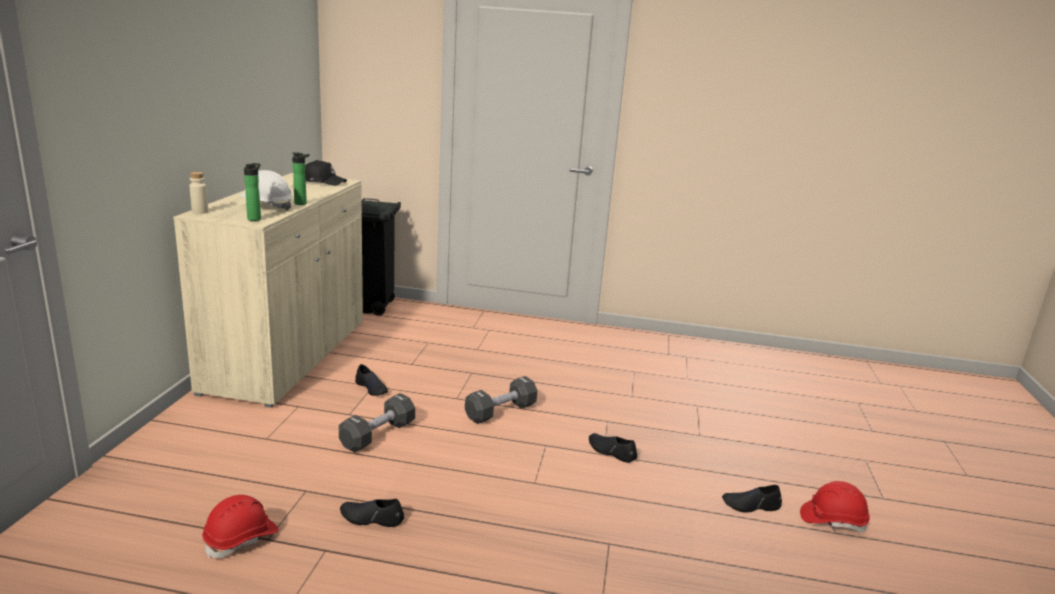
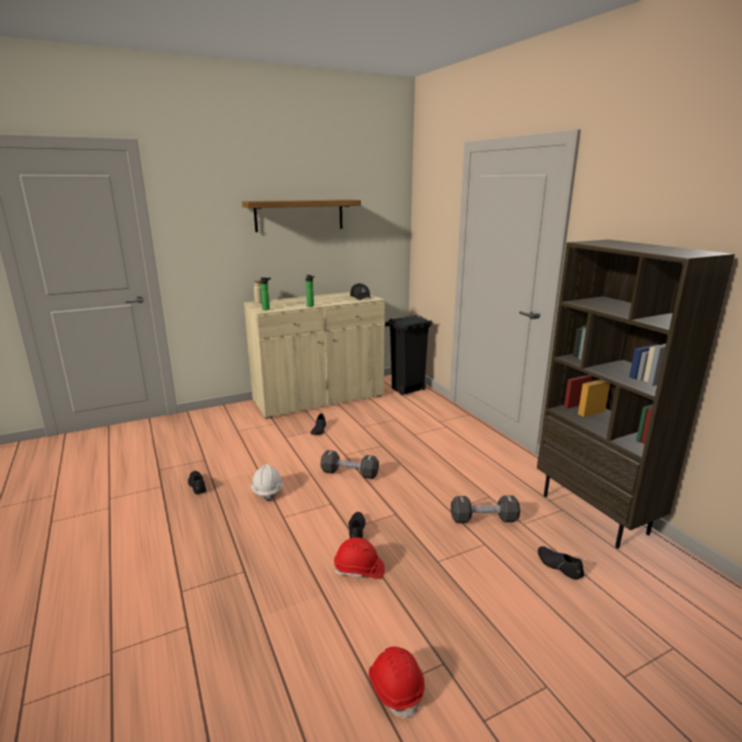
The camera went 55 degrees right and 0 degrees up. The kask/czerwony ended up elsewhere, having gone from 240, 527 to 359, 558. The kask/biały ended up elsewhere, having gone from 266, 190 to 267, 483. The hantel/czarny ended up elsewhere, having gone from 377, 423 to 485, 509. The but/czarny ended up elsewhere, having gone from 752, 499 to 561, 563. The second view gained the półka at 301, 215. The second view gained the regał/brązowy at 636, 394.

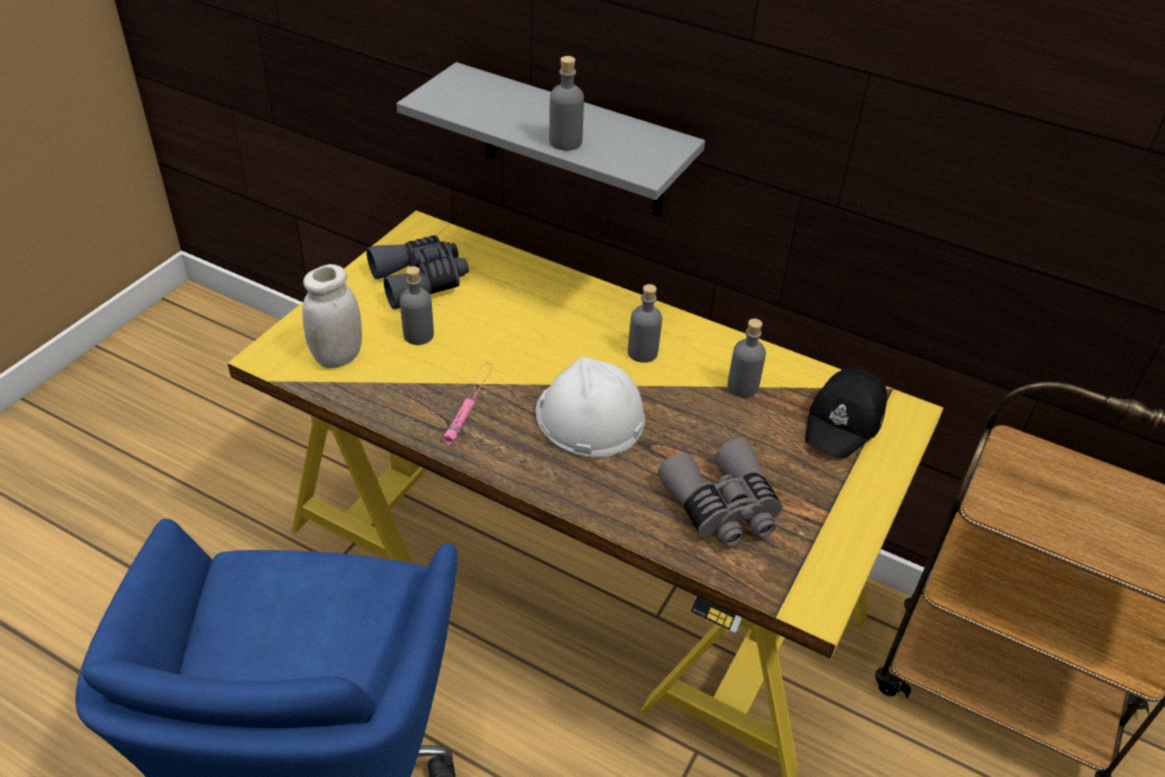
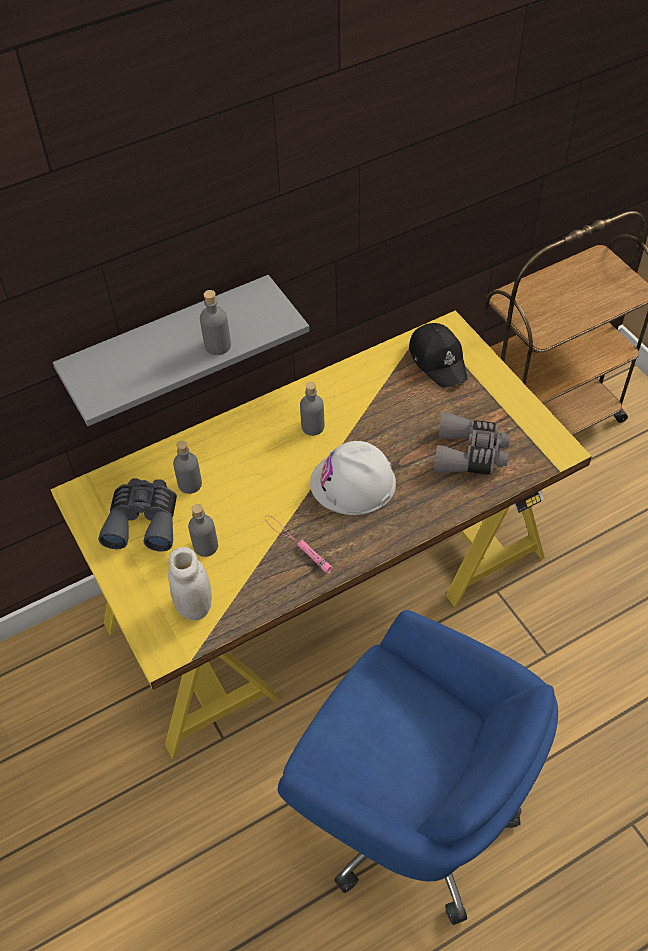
The camera went 55 degrees left and 10 degrees up. The butelka/szary ended up elsewhere, having gone from 746, 358 to 187, 467.

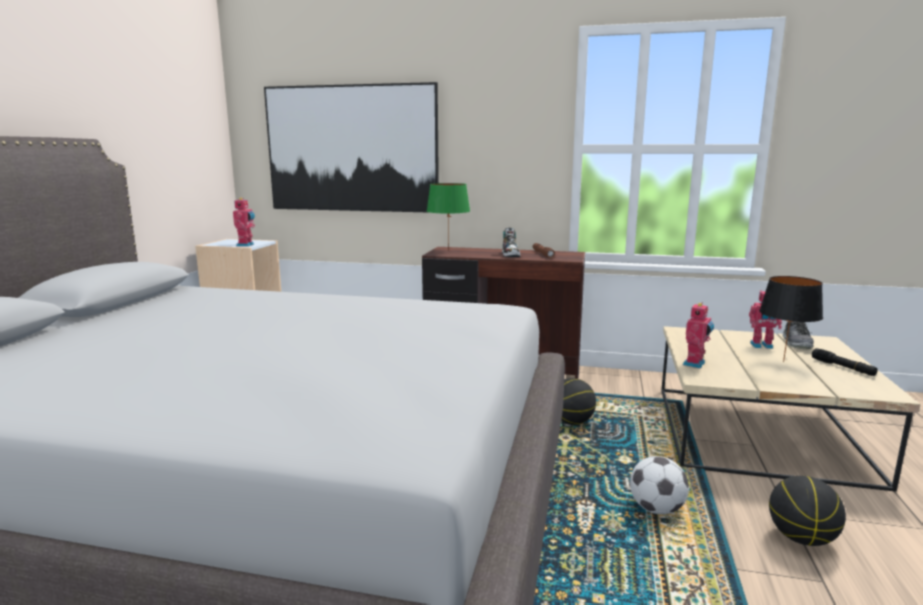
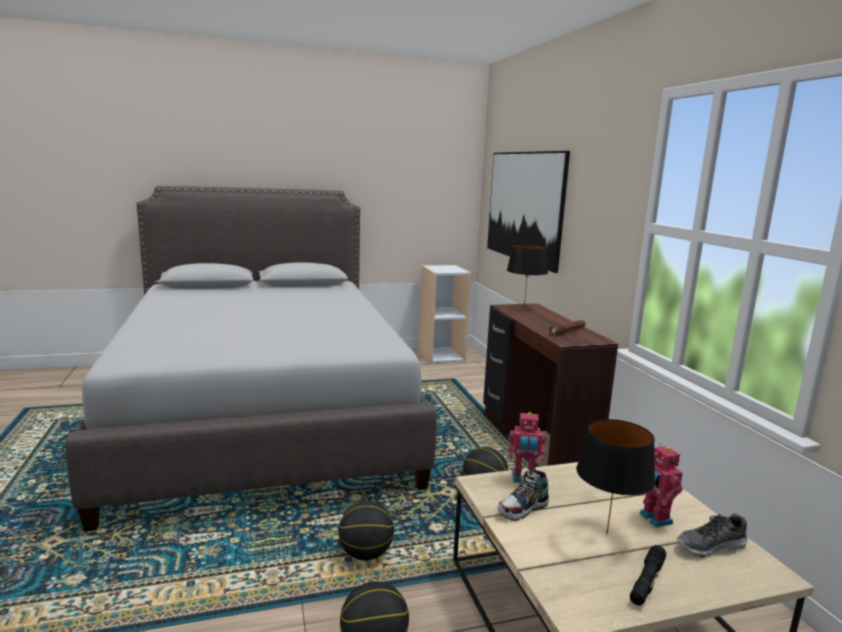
The camera went 60 degrees right and 0 degrees up. The second view lost the robot zabawkowy at 244, 222. What was the lampa stołowa/zielony at 448, 217 turned into the lampa stołowa/czarny at 527, 276. The but ended up elsewhere, having gone from 511, 242 to 523, 494. Where the piłka futbolowa stood at 659, 485, the piłka do koszykówki came to stand at 366, 531.

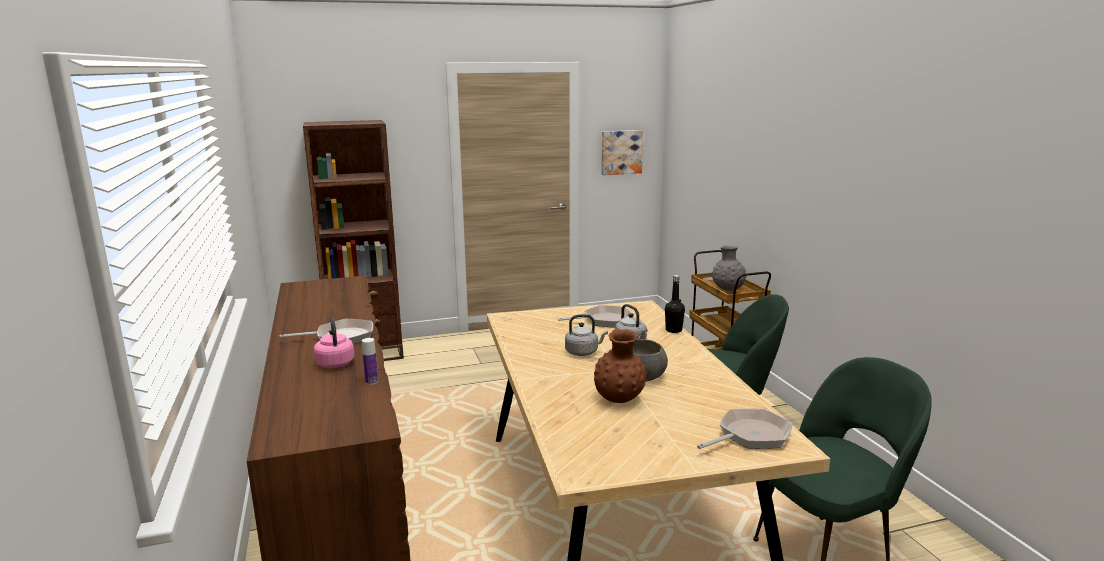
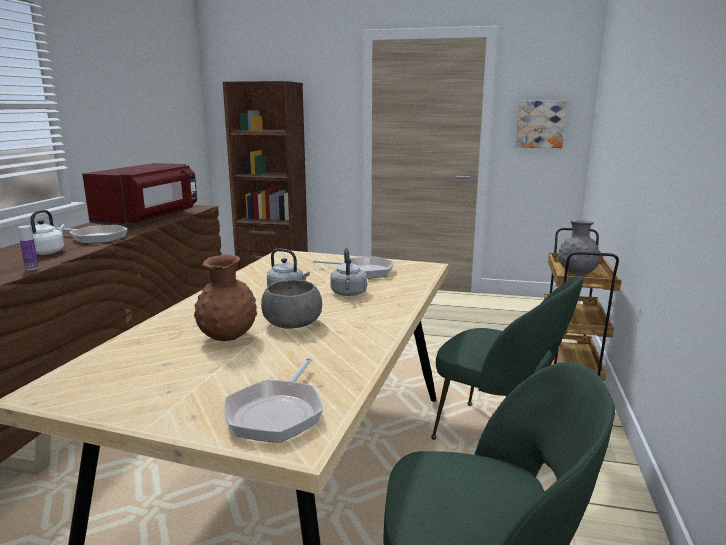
The camera went 30 degrees right and 0 degrees up. What was the czajnik/różowy at 334, 343 turned into the czajnik/biały at 47, 232. The second view lost the butelka/czarny at 675, 304. The patelnia at 744, 429 ended up facing another way, 105 degrees clockwise from before. The second view gained the mikrofalówka/czerwony at 139, 195.

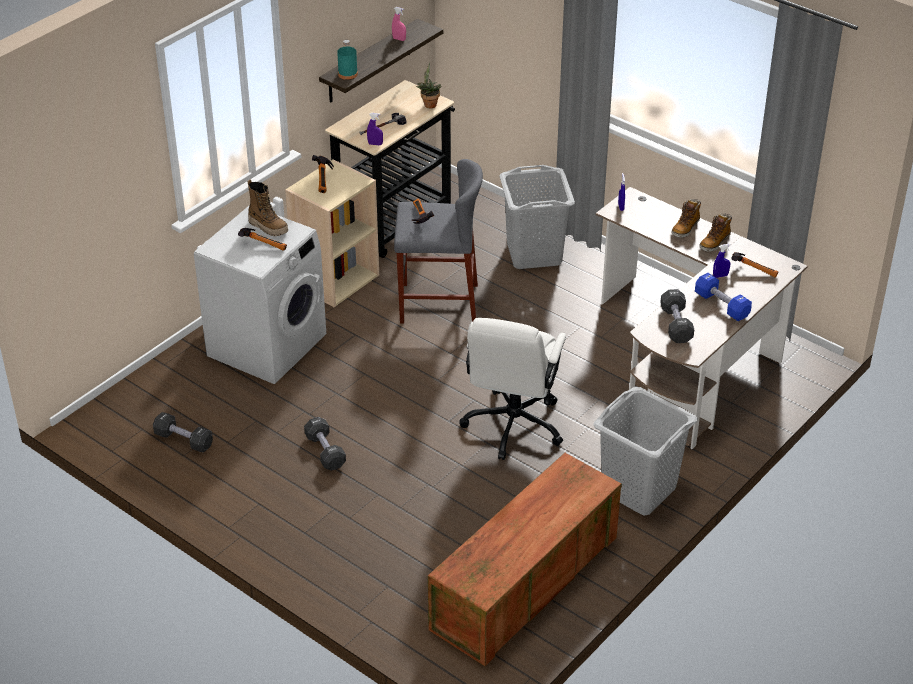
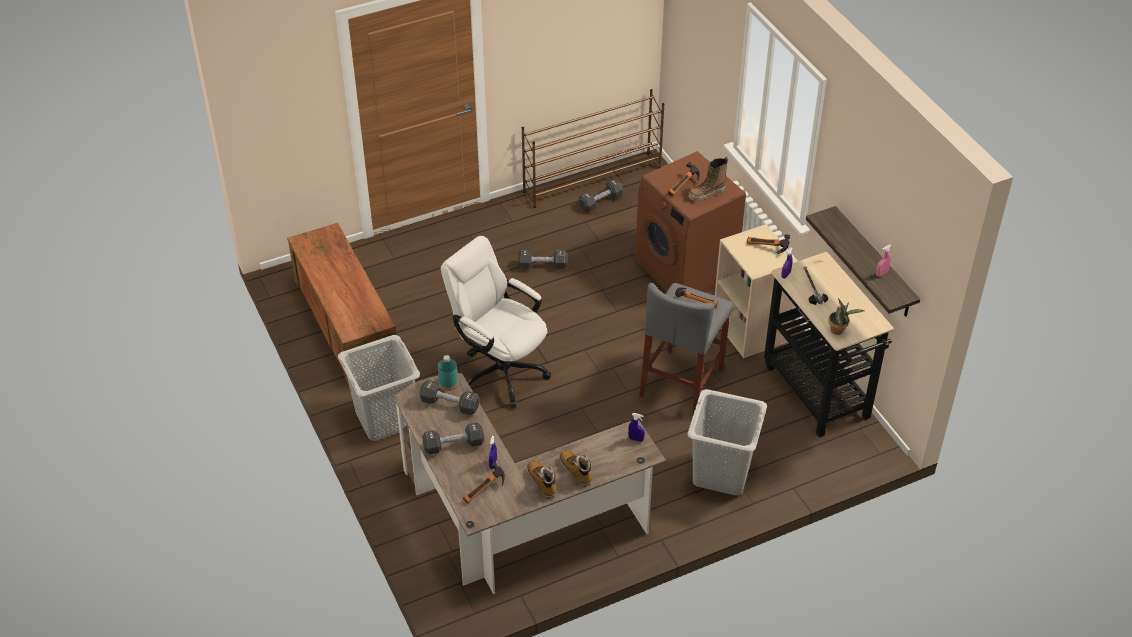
The camera went 115 degrees right and 5 degrees up. What was the pralka/biały at 260, 294 turned into the pralka/brązowy at 690, 222. The butelka/turkusowy ended up elsewhere, having gone from 347, 60 to 448, 373. What was the hantel/niebieski at 723, 297 turned into the hantel/czarny at 453, 439. The second view gained the regał na buty/brązowy at 593, 148.

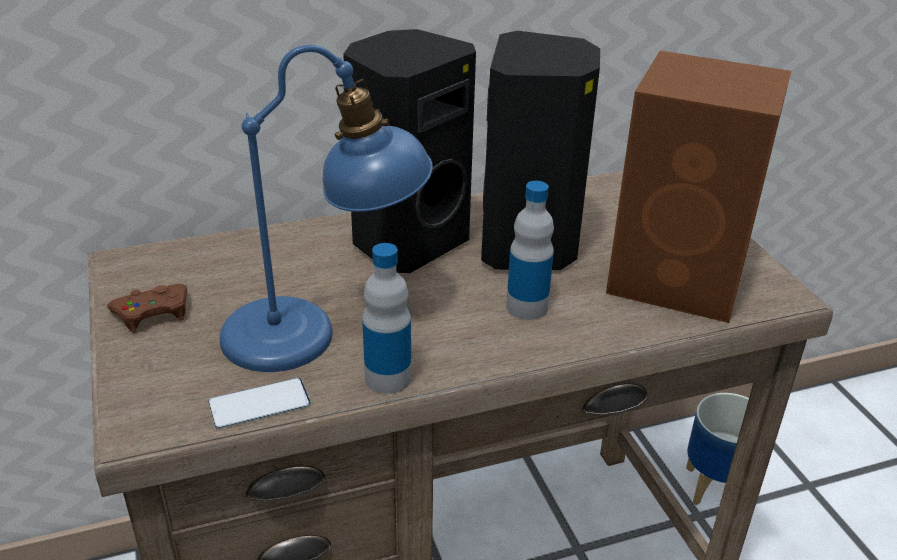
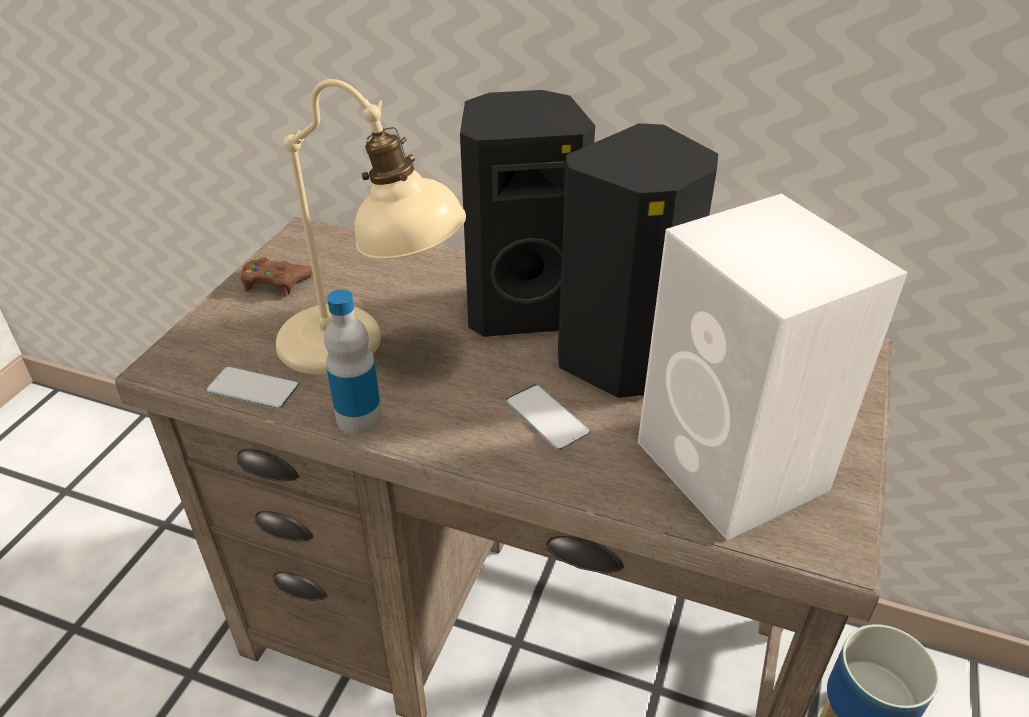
The camera went 40 degrees right and 5 degrees up. What was the lampa stołowa/niebieski at 326, 208 turned into the lampa stołowa/beżowy at 371, 226. Where the butelka stood at 530, 250, the telefon came to stand at 548, 417. What was the głośnik/brązowy at 698, 187 turned into the głośnik/biały at 773, 367.

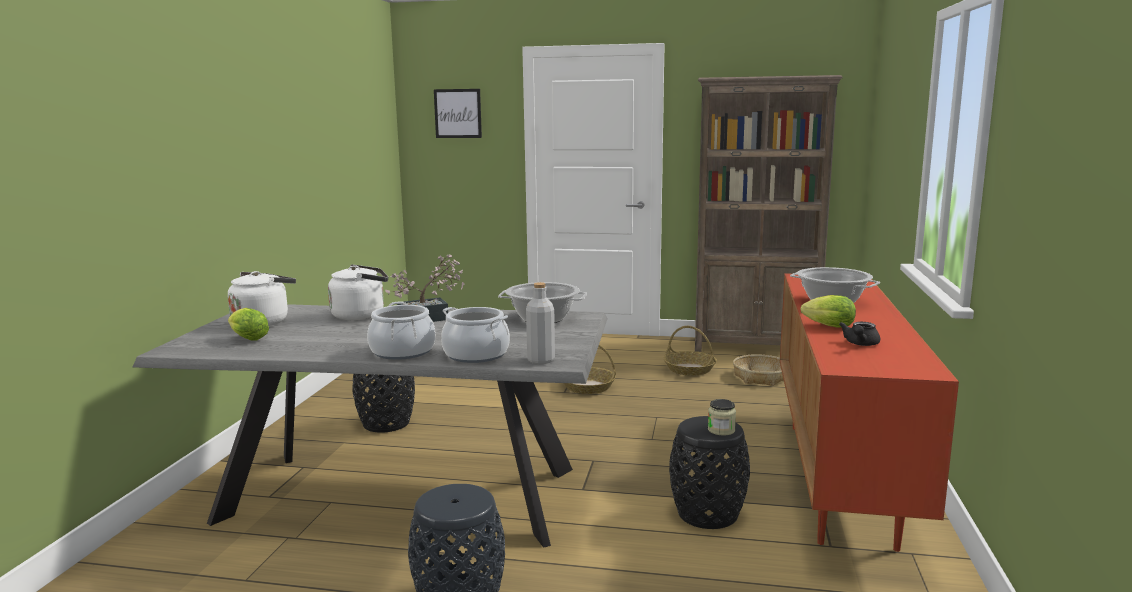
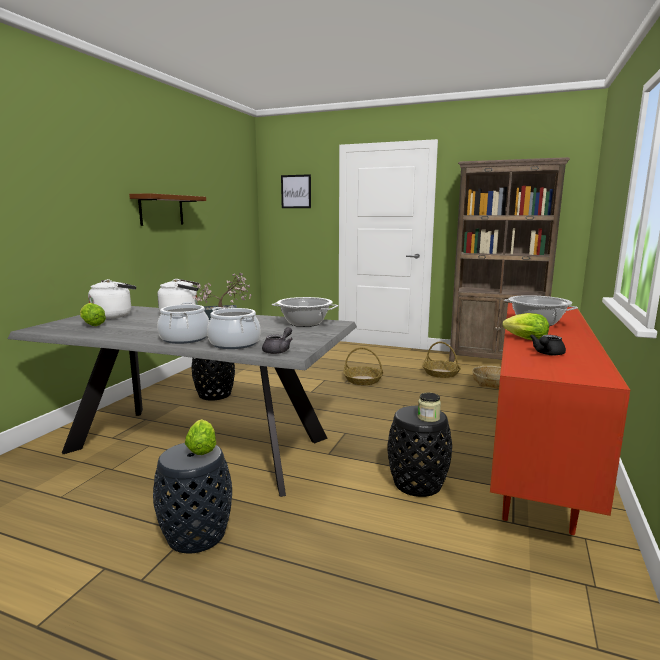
The camera went 10 degrees right and 0 degrees up. Where the butelka/szary stood at 540, 323, the imbryk/szary came to stand at 277, 340. The second view gained the półka/brązowy at 167, 209. The second view gained the sałata at 200, 437.

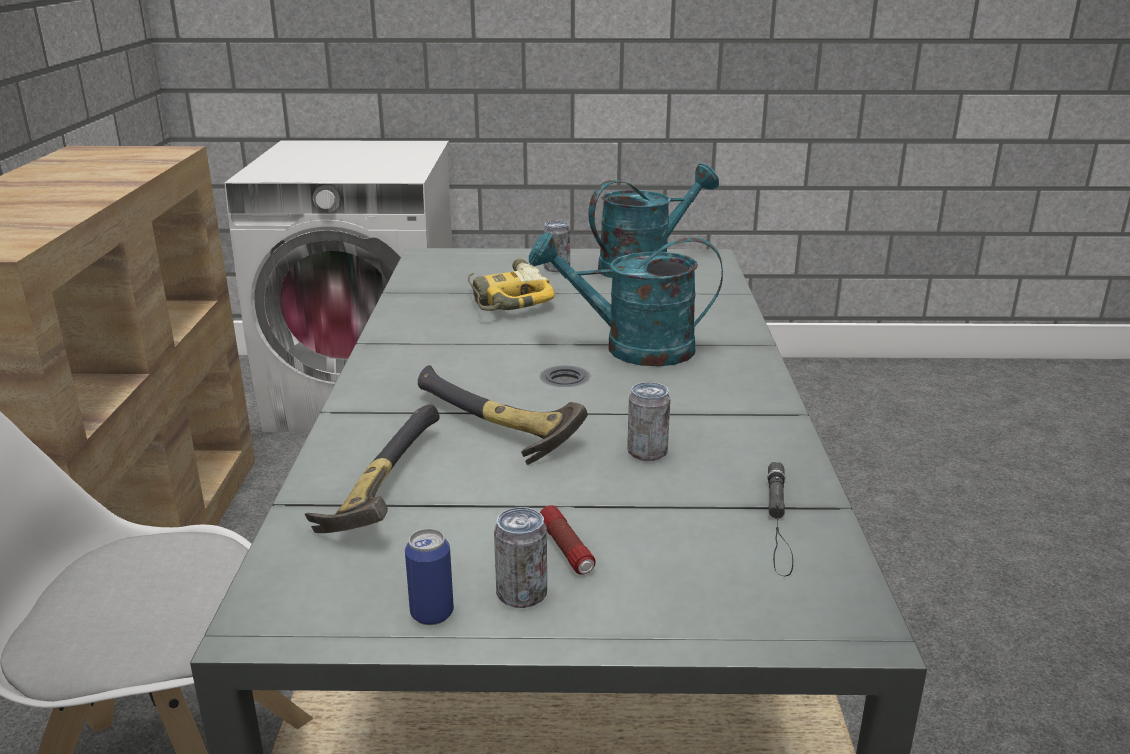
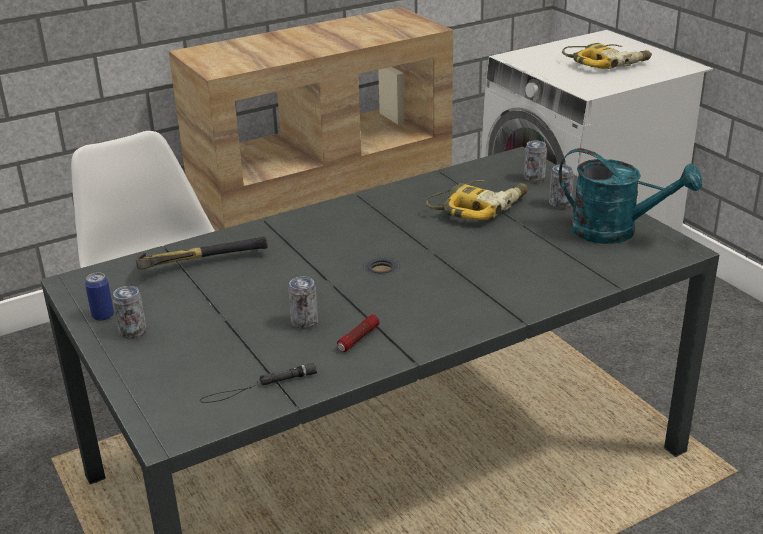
The camera went 60 degrees right and 5 degrees up. The second view lost the młotek at 503, 415. The second view lost the konewka/turkusowy at 626, 298. The latarka ended up elsewhere, having gone from 568, 540 to 358, 333. The second view gained the puszka at 535, 161. The second view gained the wiertarka at 607, 56.

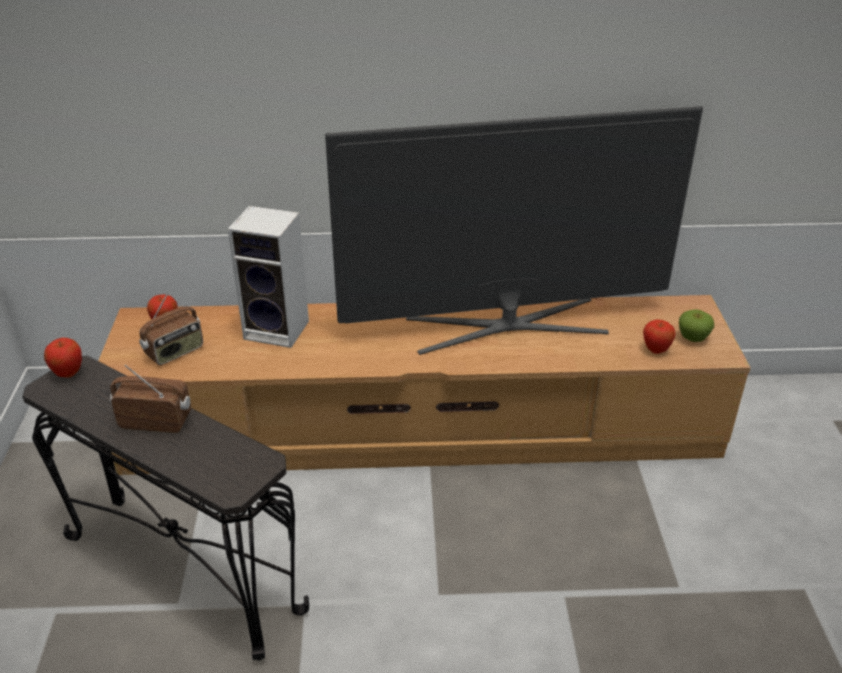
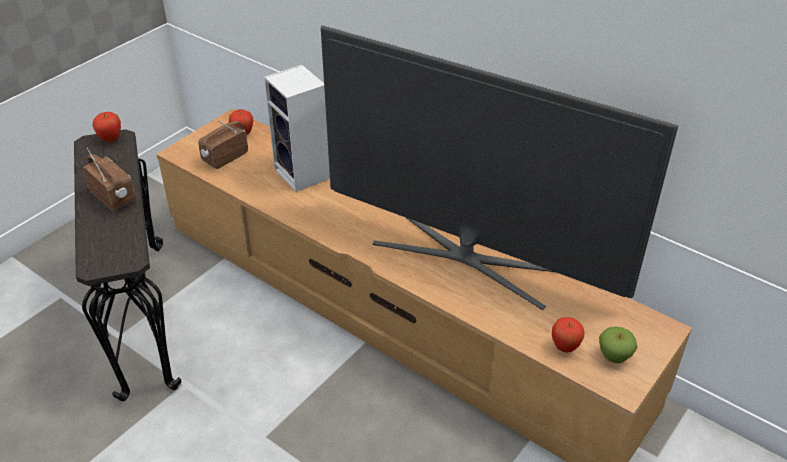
The camera went 40 degrees right and 5 degrees up. The radio at 171, 328 ended up facing another way, 135 degrees clockwise from before.

